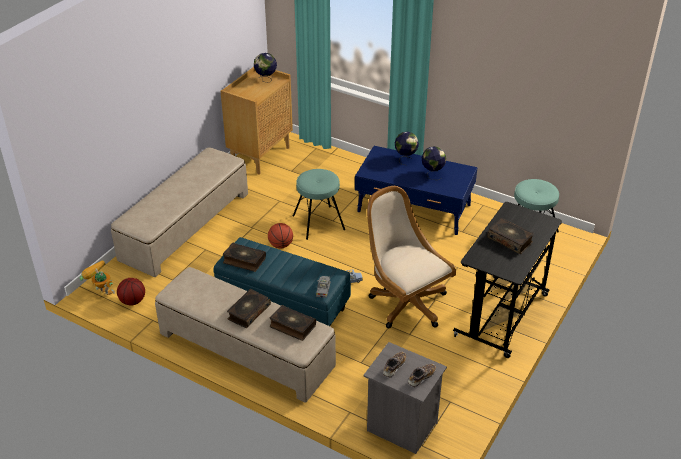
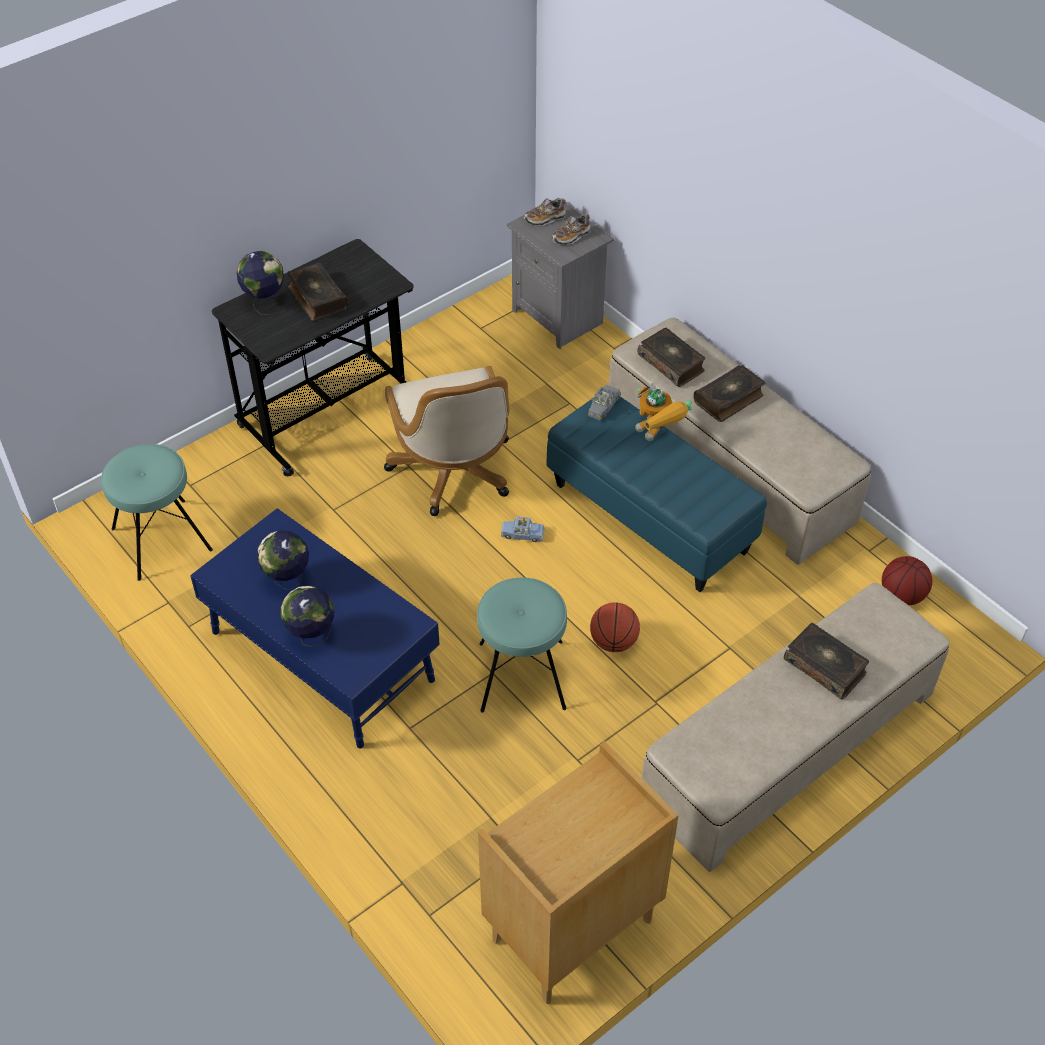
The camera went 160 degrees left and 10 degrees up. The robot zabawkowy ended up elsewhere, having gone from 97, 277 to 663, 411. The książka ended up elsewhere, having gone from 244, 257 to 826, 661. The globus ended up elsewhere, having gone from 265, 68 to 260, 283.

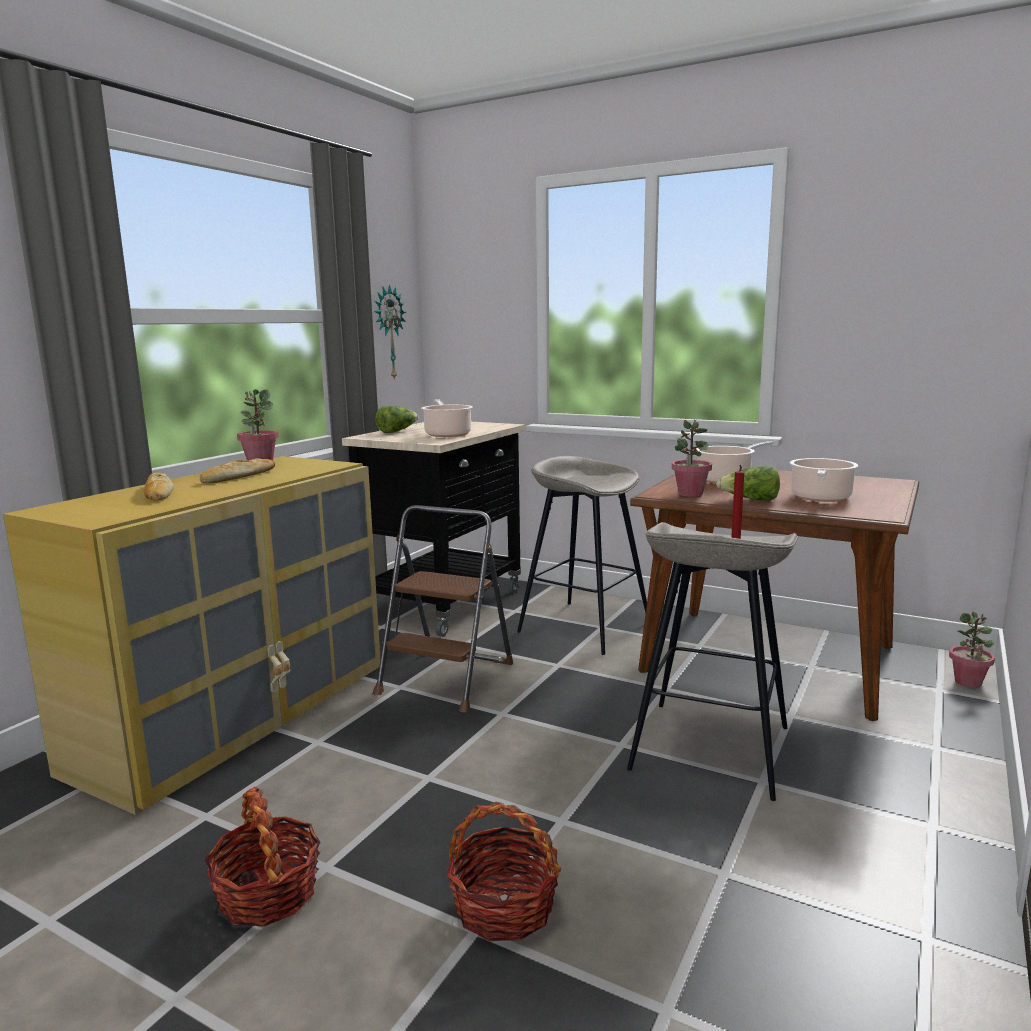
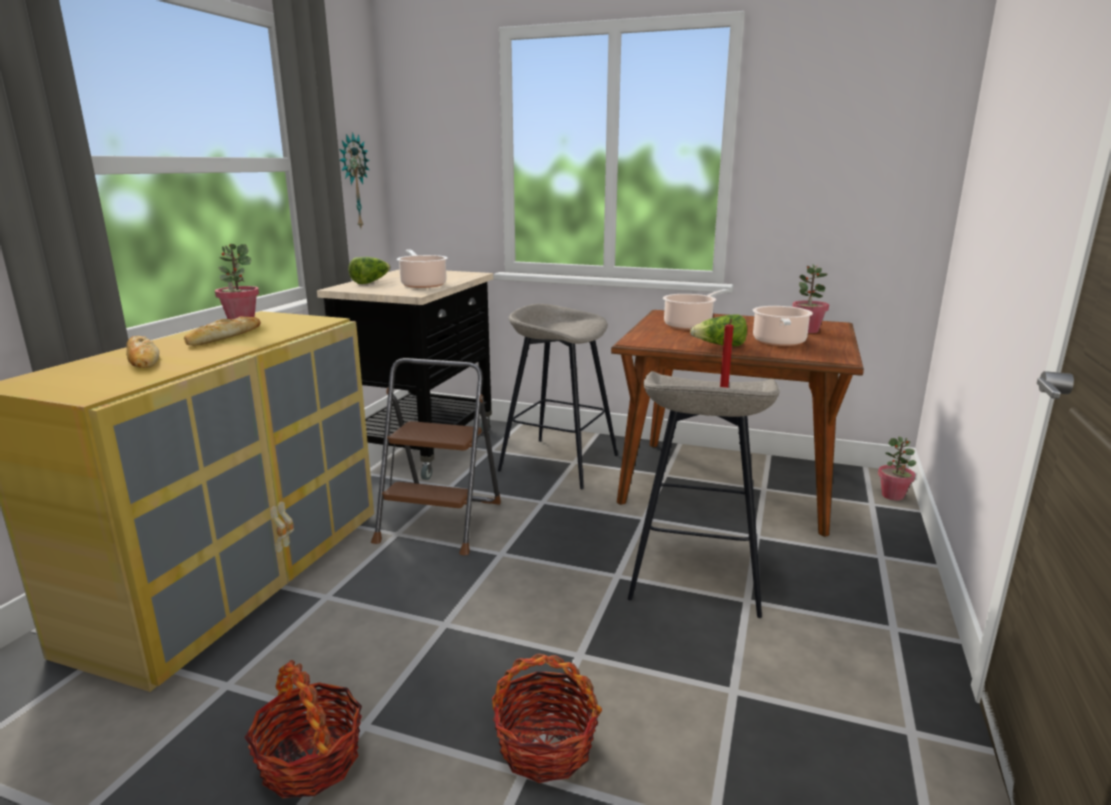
The camera went 10 degrees left and 5 degrees up. The roślina doniczkowa ended up elsewhere, having gone from 692, 457 to 810, 298.

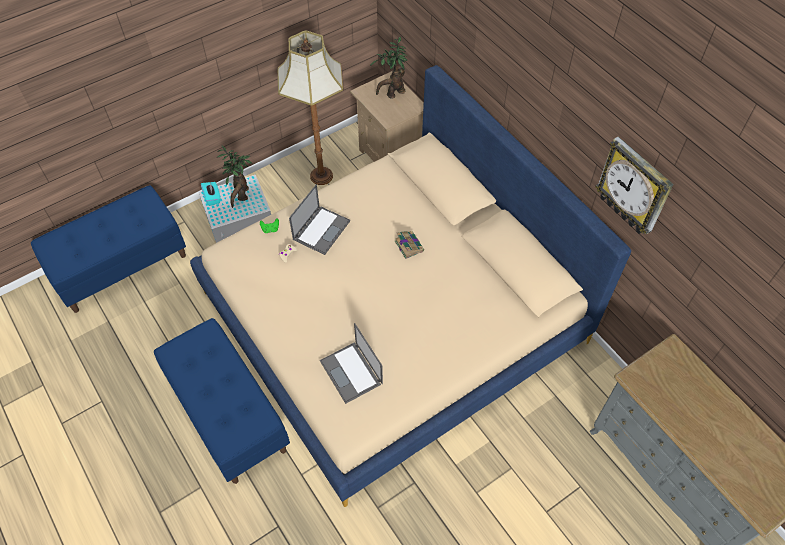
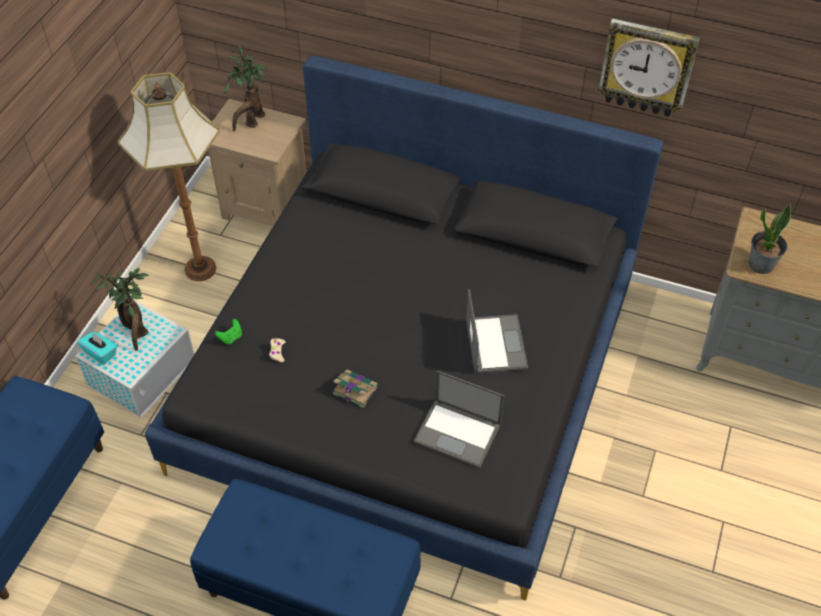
The camera went 35 degrees left and 5 degrees down. What was the łóżko/beżowy at 410, 286 turned into the łóżko/czarny at 404, 328. The laptop ended up elsewhere, having gone from 319, 219 to 497, 331. The książka ended up elsewhere, having gone from 409, 245 to 355, 389. The second view gained the roślina doniczkowa at 770, 239.

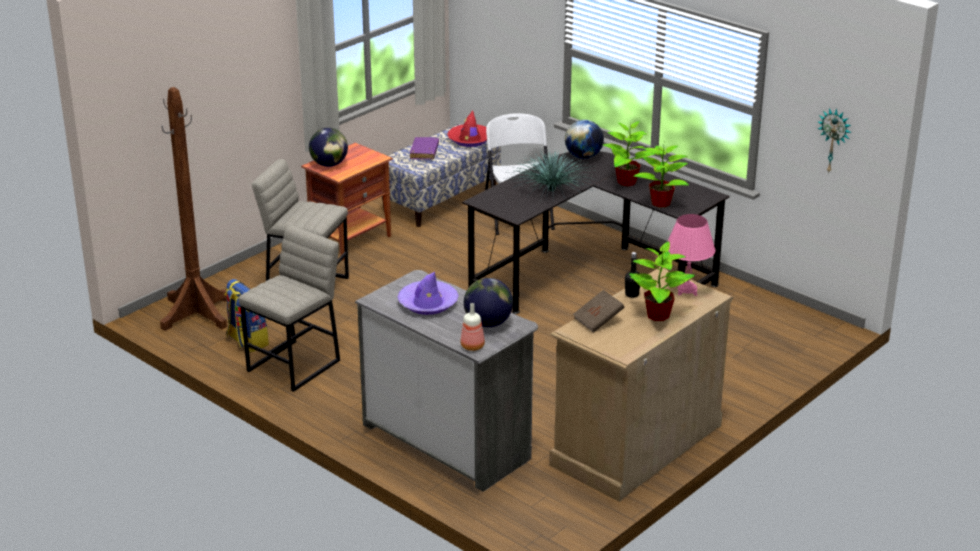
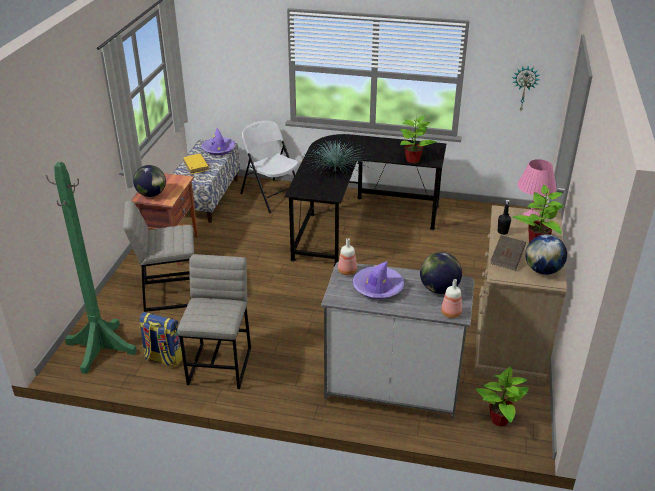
The camera went 30 degrees left and 5 degrees up. What was the wieszak/brązowy at 193, 209 turned into the wieszak/zielony at 91, 268. What was the książka/fioletowy at 424, 148 turned into the książka/żółty at 196, 164. What was the kapelusz/czerwony at 467, 128 turned into the kapelusz/fioletowy at 218, 141. The globus ended up elsewhere, having gone from 584, 139 to 546, 254. The roślina doniczkowa ended up elsewhere, having gone from 629, 153 to 502, 396. The second view gained the butelka at 347, 256.

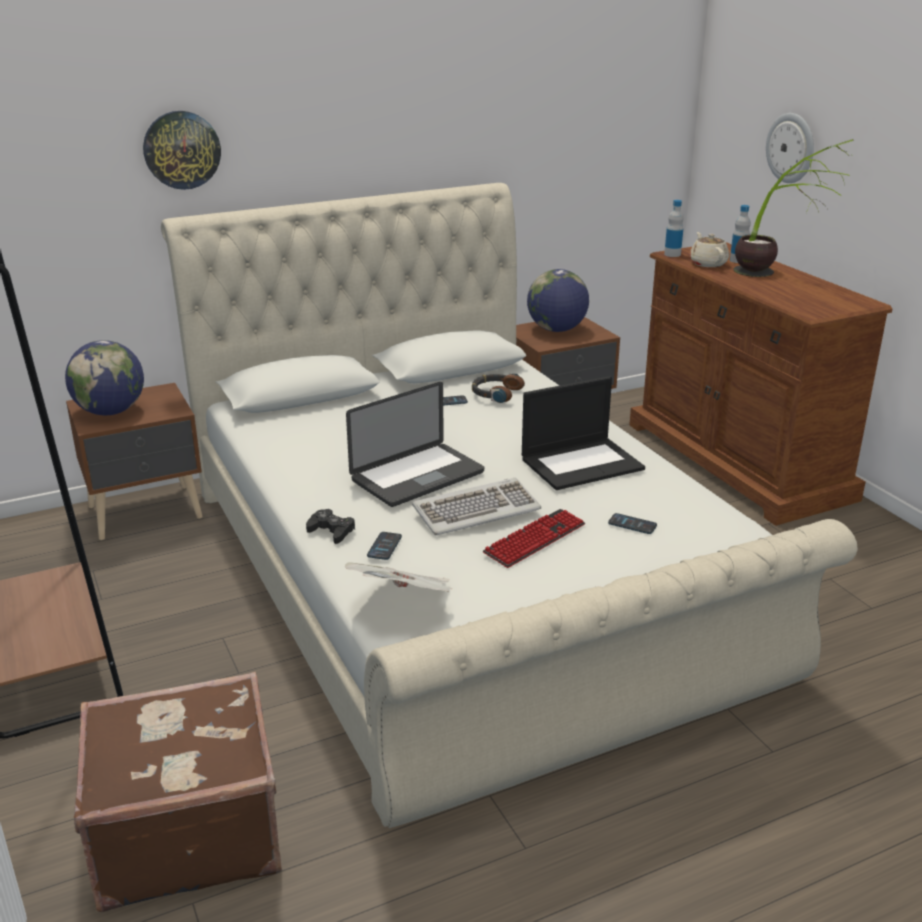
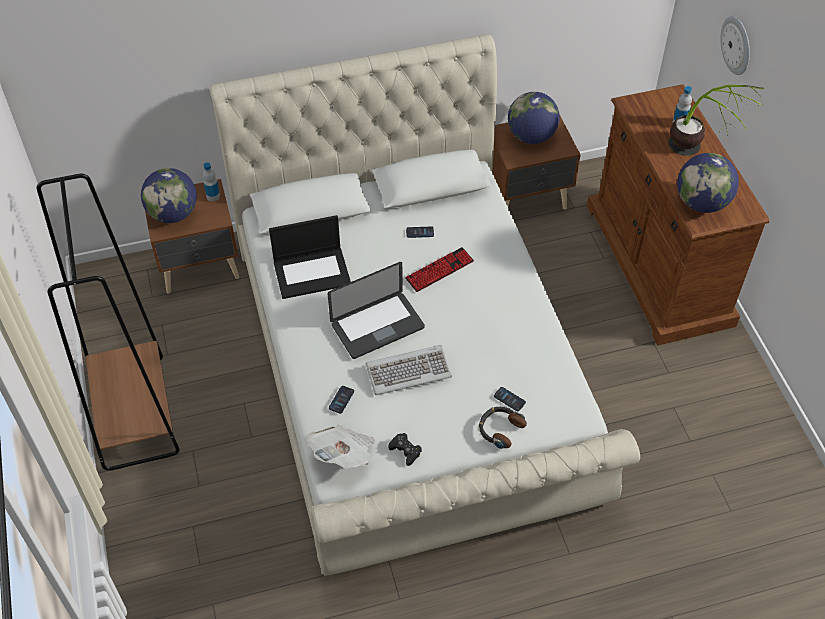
The camera went 10 degrees right and 25 degrees up. The second view lost the walizka/brązowy at 178, 792. The second view lost the zegar ścienny at 182, 150. The pad do gier/czarny ended up elsewhere, having gone from 330, 526 to 405, 449. The słuchawki ended up elsewhere, having gone from 498, 388 to 503, 428. The klawiatura ended up elsewhere, having gone from 534, 538 to 439, 269. The laptop ended up elsewhere, having gone from 583, 433 to 310, 257. The butelka ended up elsewhere, having gone from 674, 228 to 211, 181. The second view lost the imbryk/beżowy at 709, 249. The second view gained the globus at 708, 183.

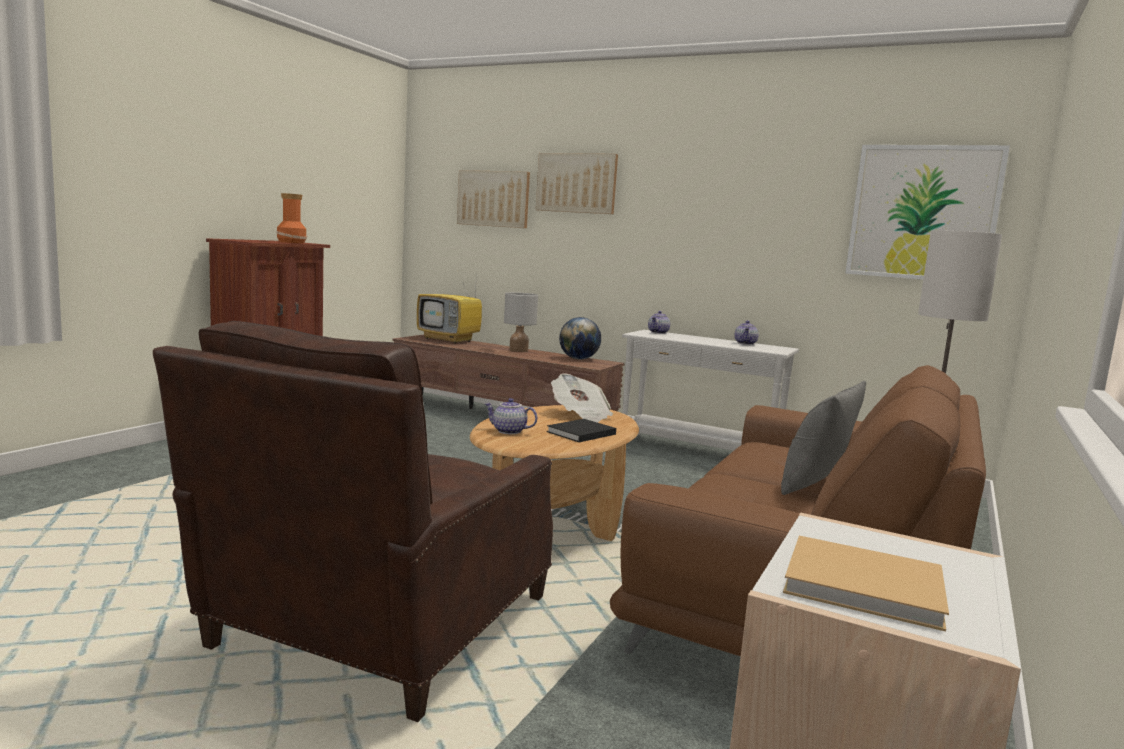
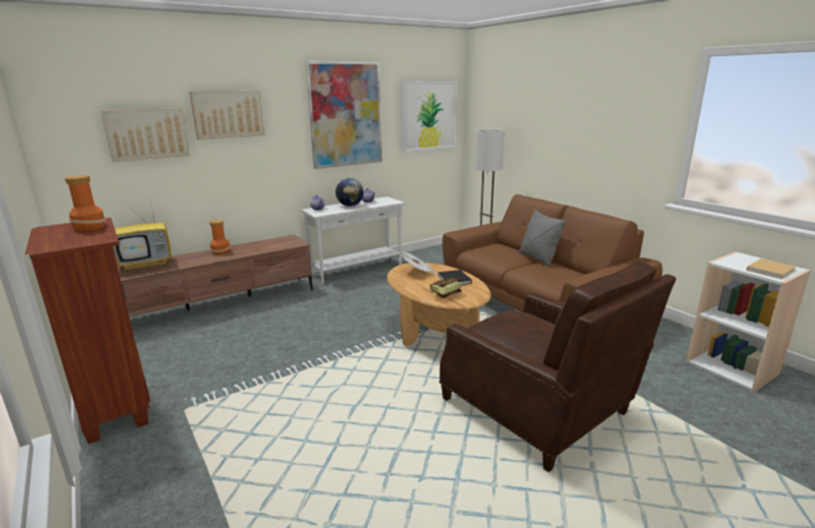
The camera went 60 degrees left and 10 degrees up. Where the imbryk stood at 511, 416, the książka came to stand at 446, 289. Where the lampa stołowa/szary stood at 521, 322, the wazon came to stand at 220, 237. The globus ended up elsewhere, having gone from 580, 338 to 350, 192. The second view gained the obraz at 344, 115.

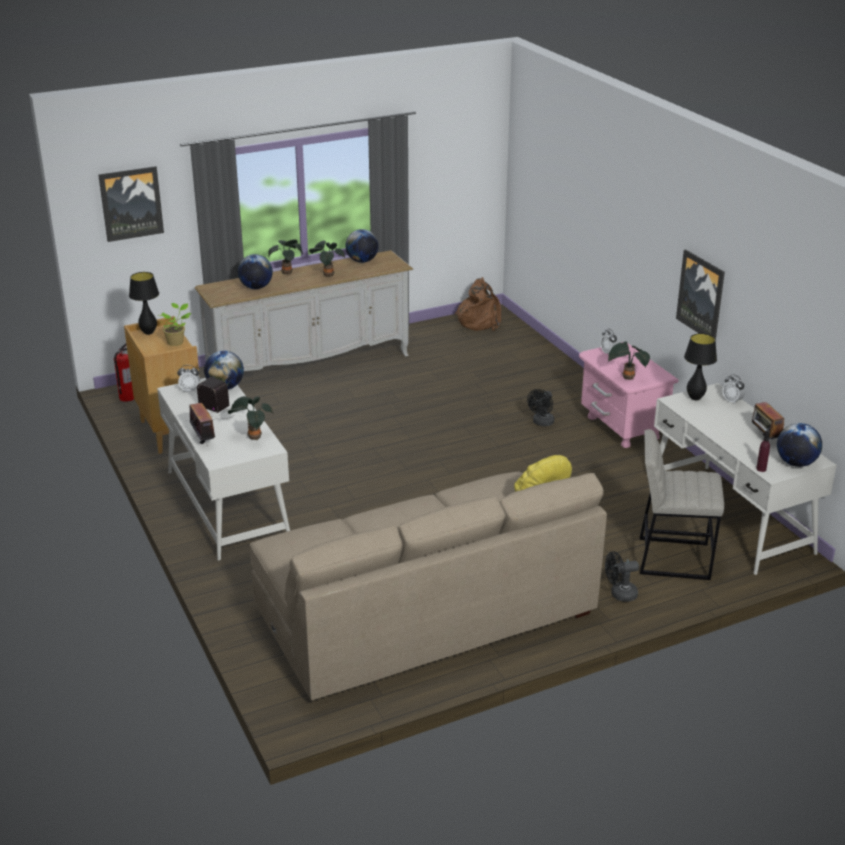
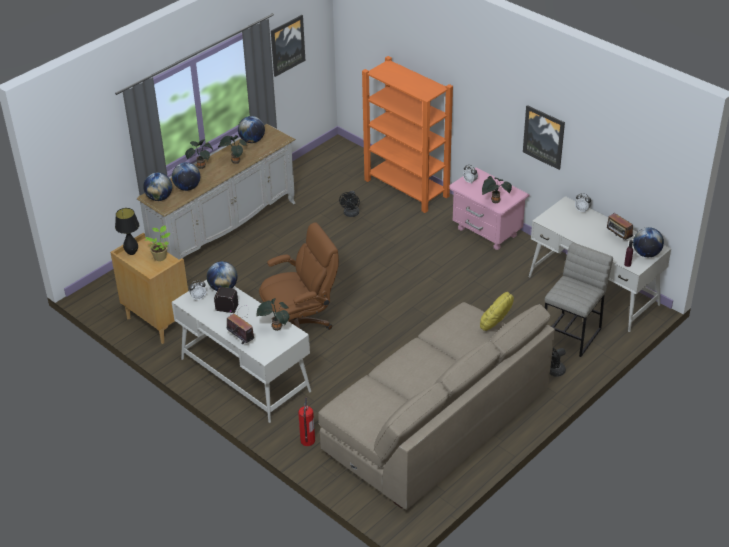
The camera went 20 degrees left and 10 degrees up. The obraz ended up elsewhere, having gone from 131, 204 to 288, 46. The gaśnica ended up elsewhere, having gone from 124, 372 to 306, 421. The second view lost the plecak/brązowy at 478, 304. The wentylator/czarny ended up elsewhere, having gone from 540, 407 to 349, 204. The krzesło/szary at 682, 504 ended up facing another way, 135 degrees clockwise from before. The second view lost the lampa stołowa/czarny at 700, 366. The second view gained the globus at 157, 186. The second view gained the krzesło biurowe/brązowy at 299, 276. The second view gained the regał/pomarańczowy at 407, 134.

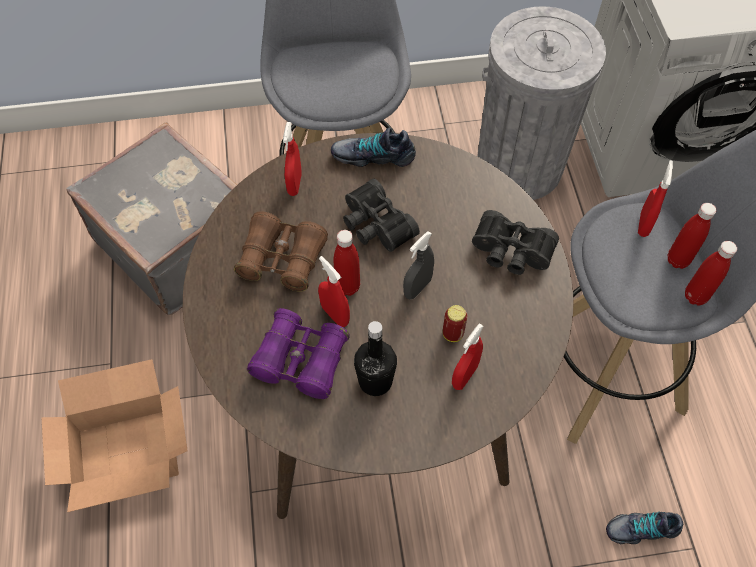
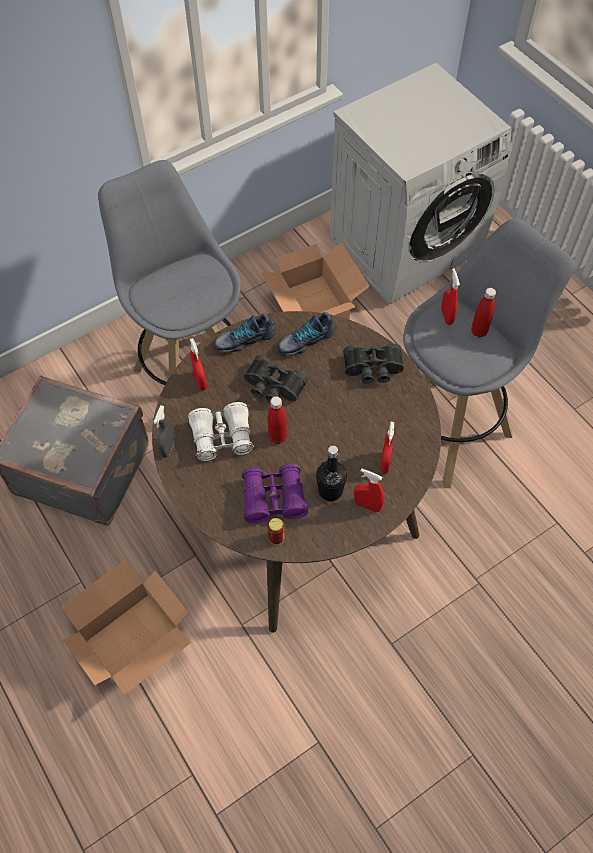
The camera went 25 degrees left and 0 degrees up. What was the lornetka/brązowy at 281, 251 turned into the lornetka/biały at 221, 431. The spryskiwacz/czerwony ended up elsewhere, having gone from 334, 291 to 369, 490. The spryskiwacz/szary ended up elsewhere, having gone from 418, 265 to 164, 431. The puszka ended up elsewhere, having gone from 455, 323 to 276, 531. Where the kosz na śmieci/szary stood at 541, 103, the karton came to stand at 315, 281. The but ended up elsewhere, having gone from 644, 528 to 307, 334. The second view lost the butelka/czerwony at 711, 273.

